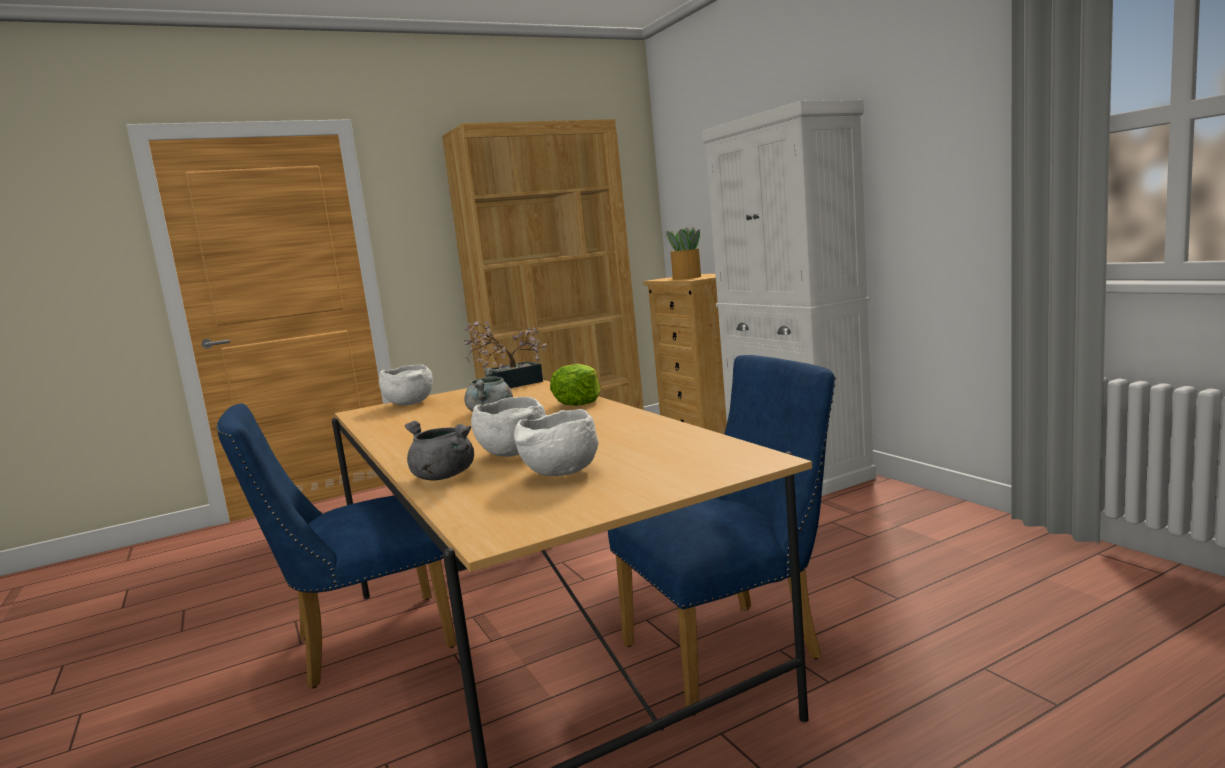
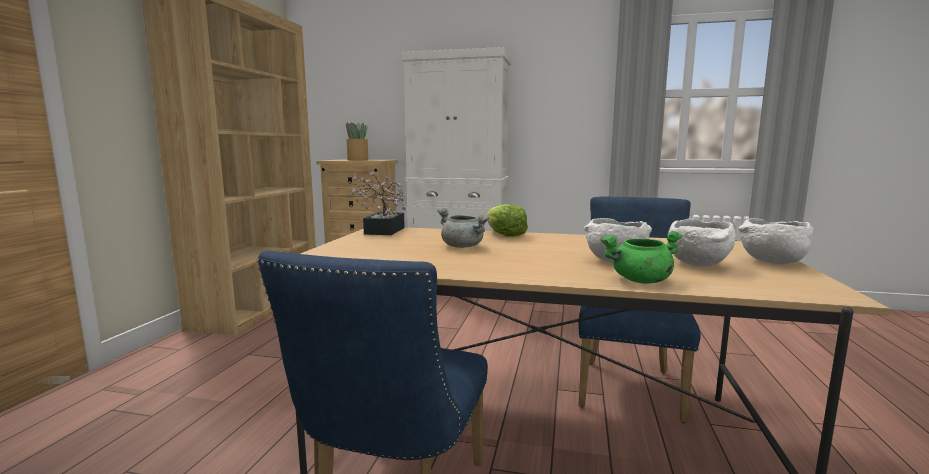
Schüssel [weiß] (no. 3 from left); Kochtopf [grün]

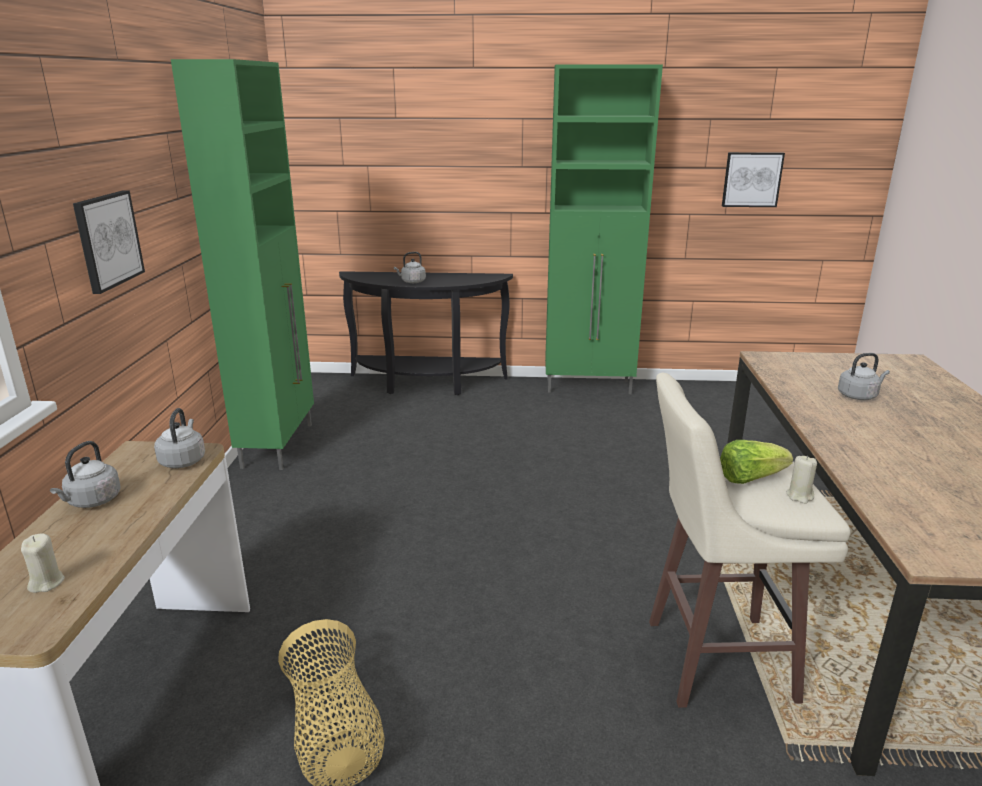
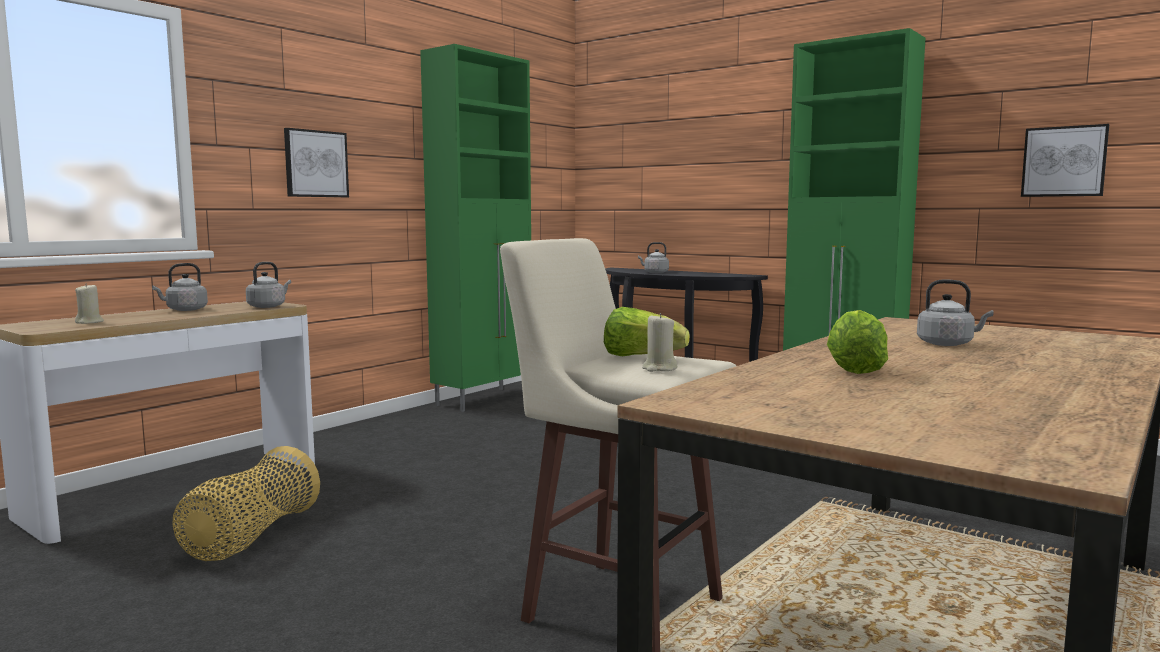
Salatkopf (no. 2 from left)

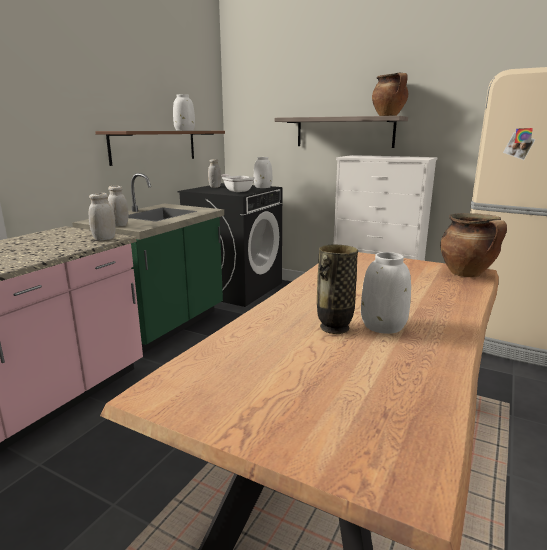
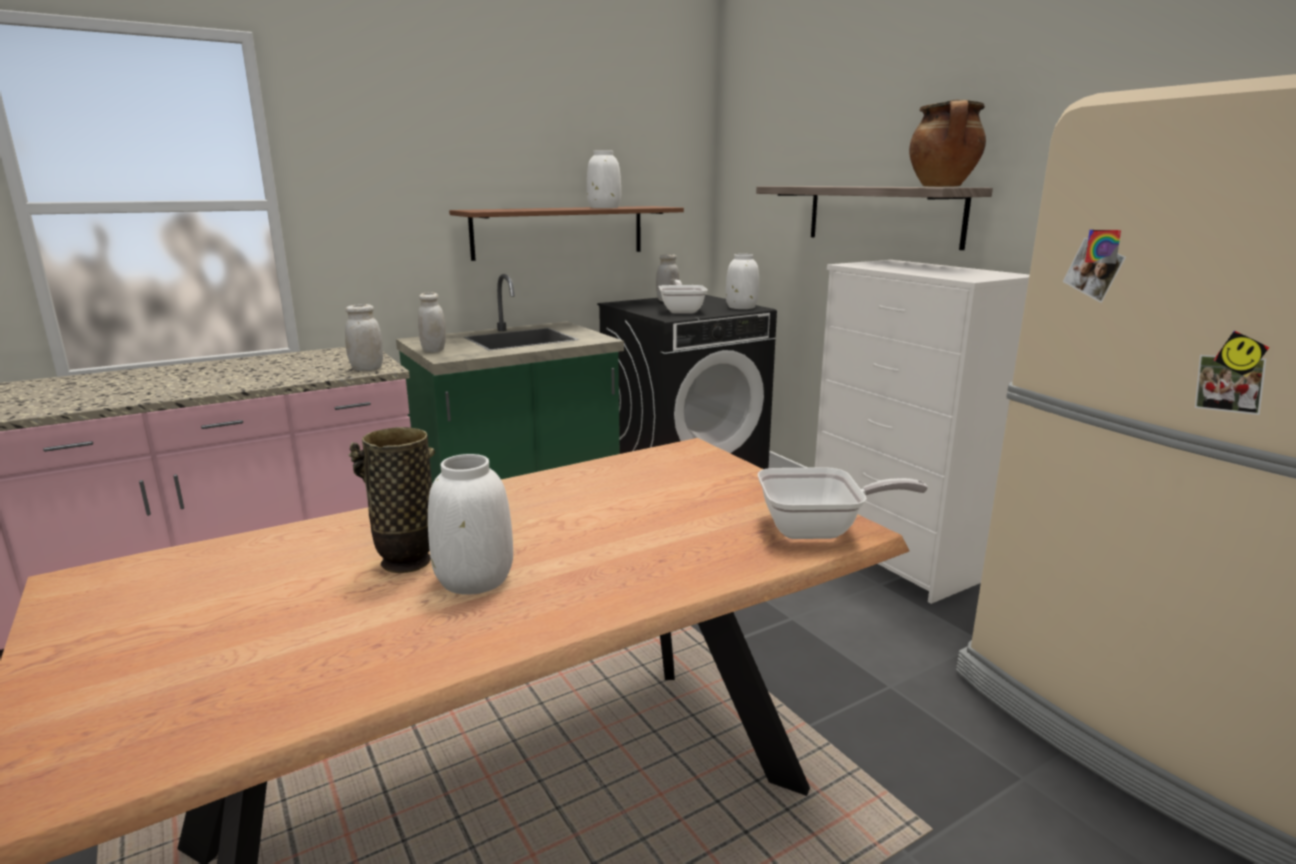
Pfanne (no. 2 from left)

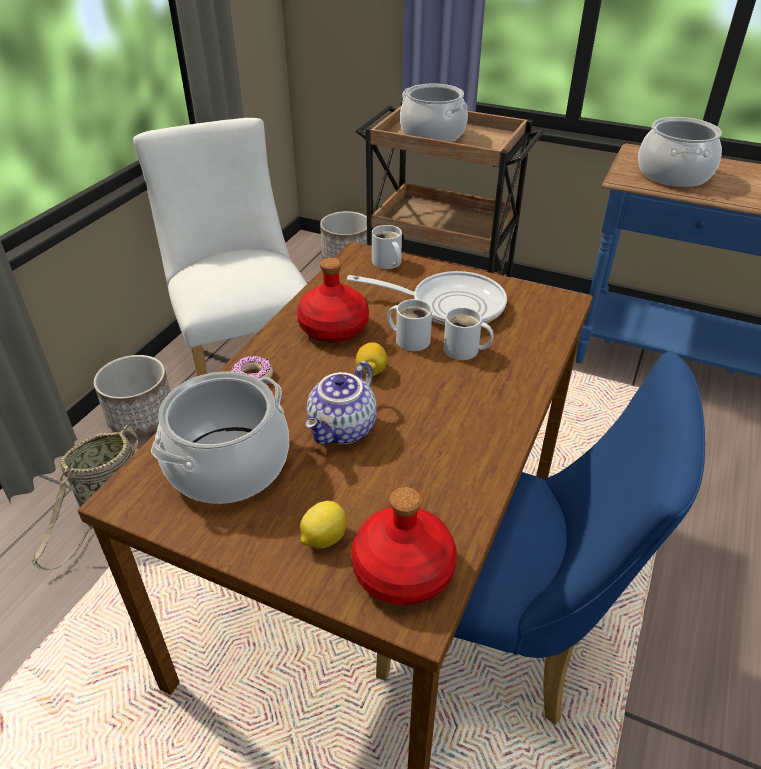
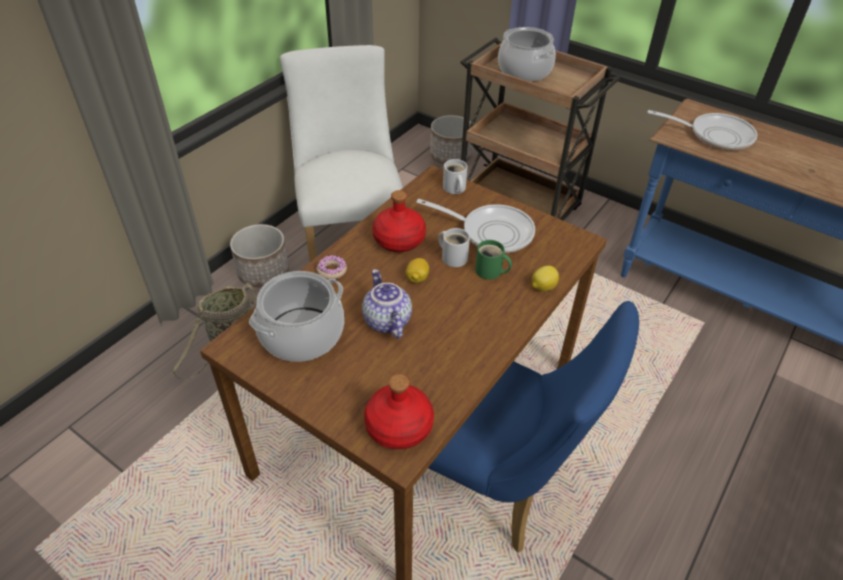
Zitrone (no. 2 from left); Pfanne (no. 2 from left); Henkelbecher [grün]; Teekanne

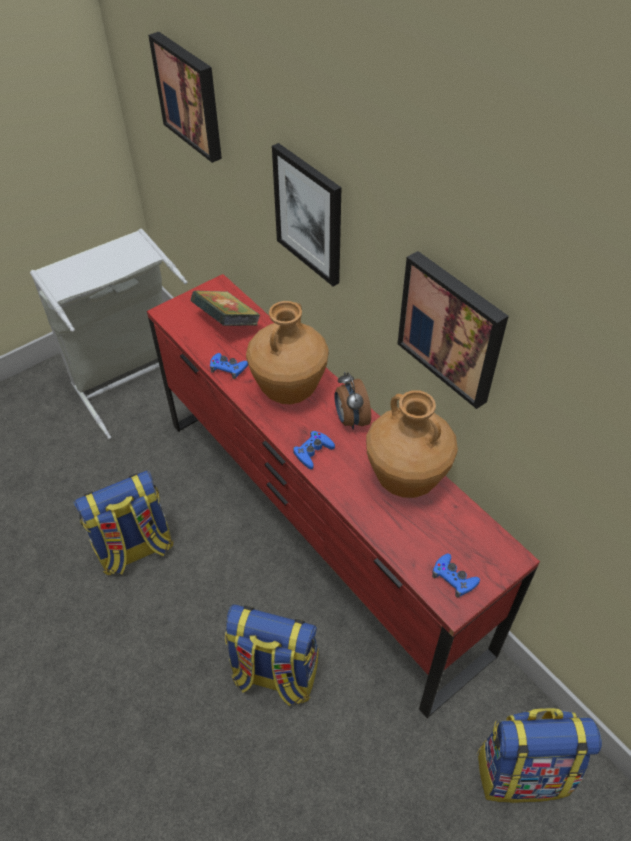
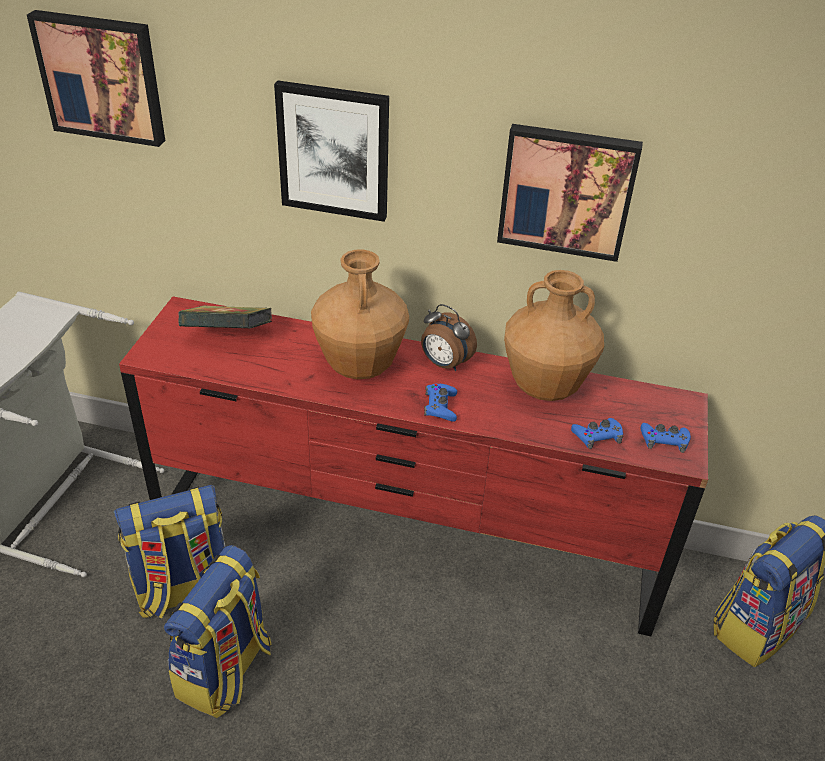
Gamepad [blau] (no. 2 from left); Rucksack (no. 1 from left)

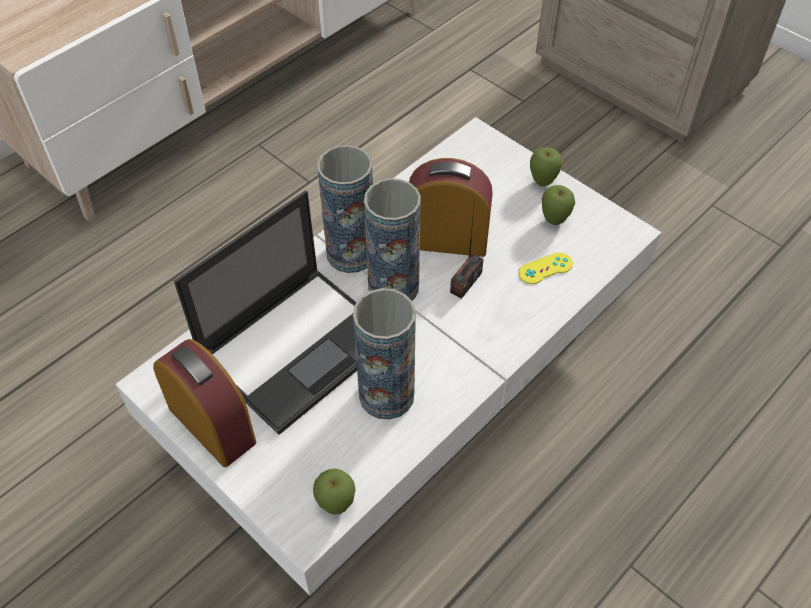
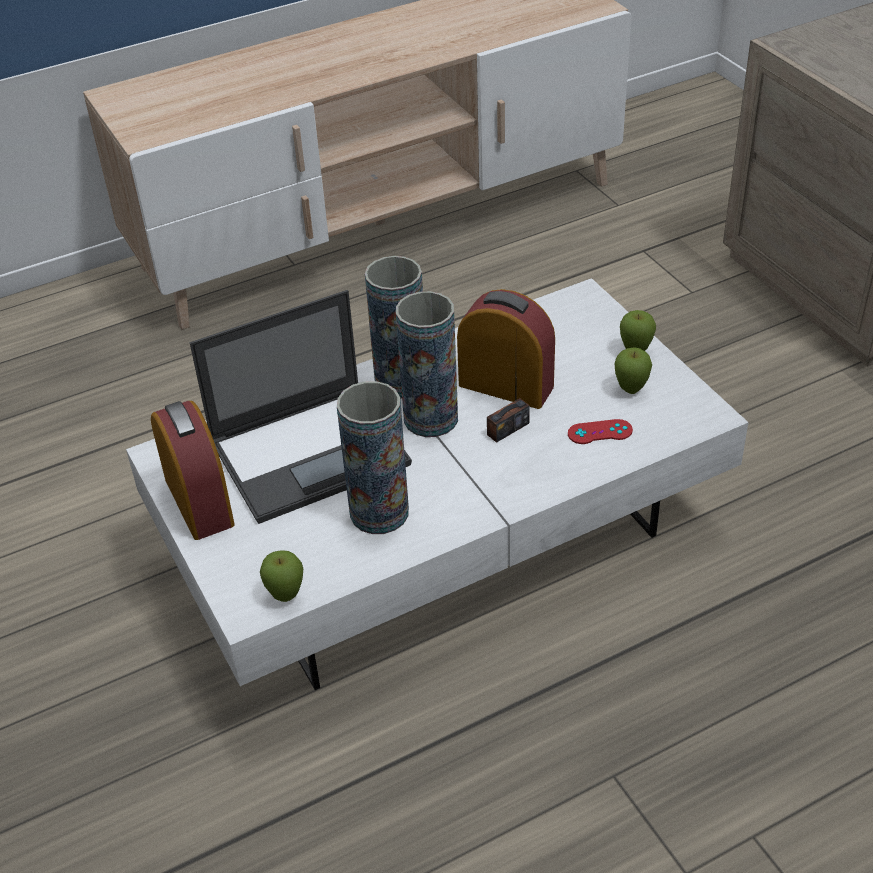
Gamepad [rot]

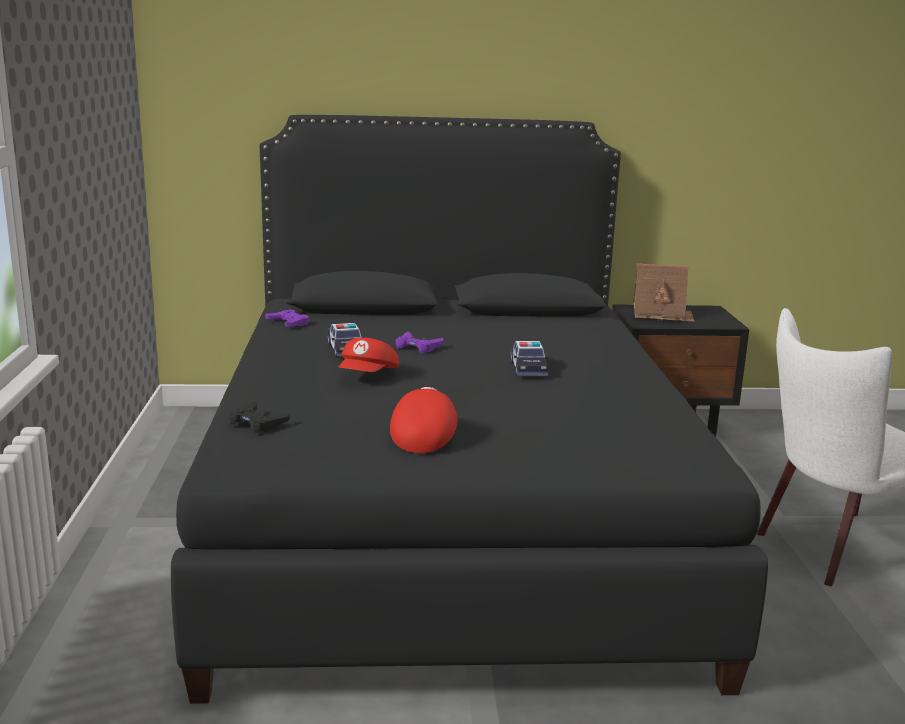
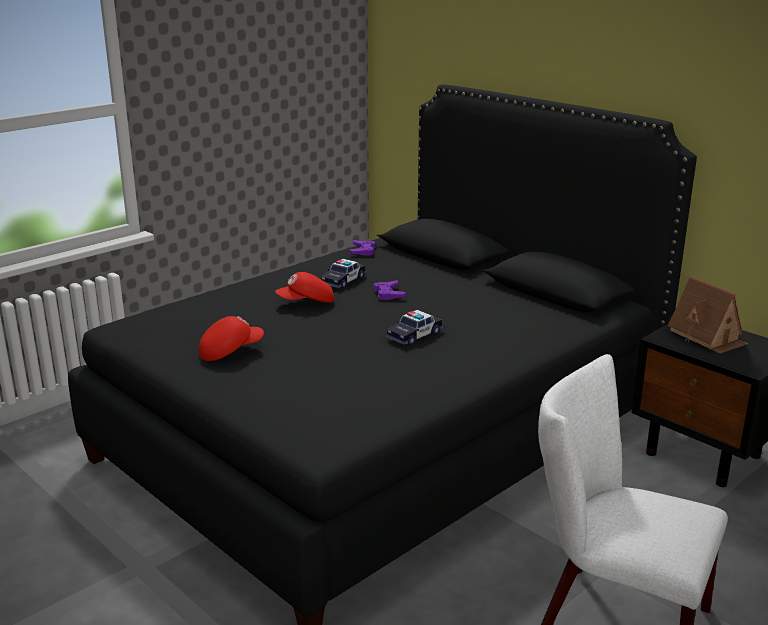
Gamepad [schwarz]

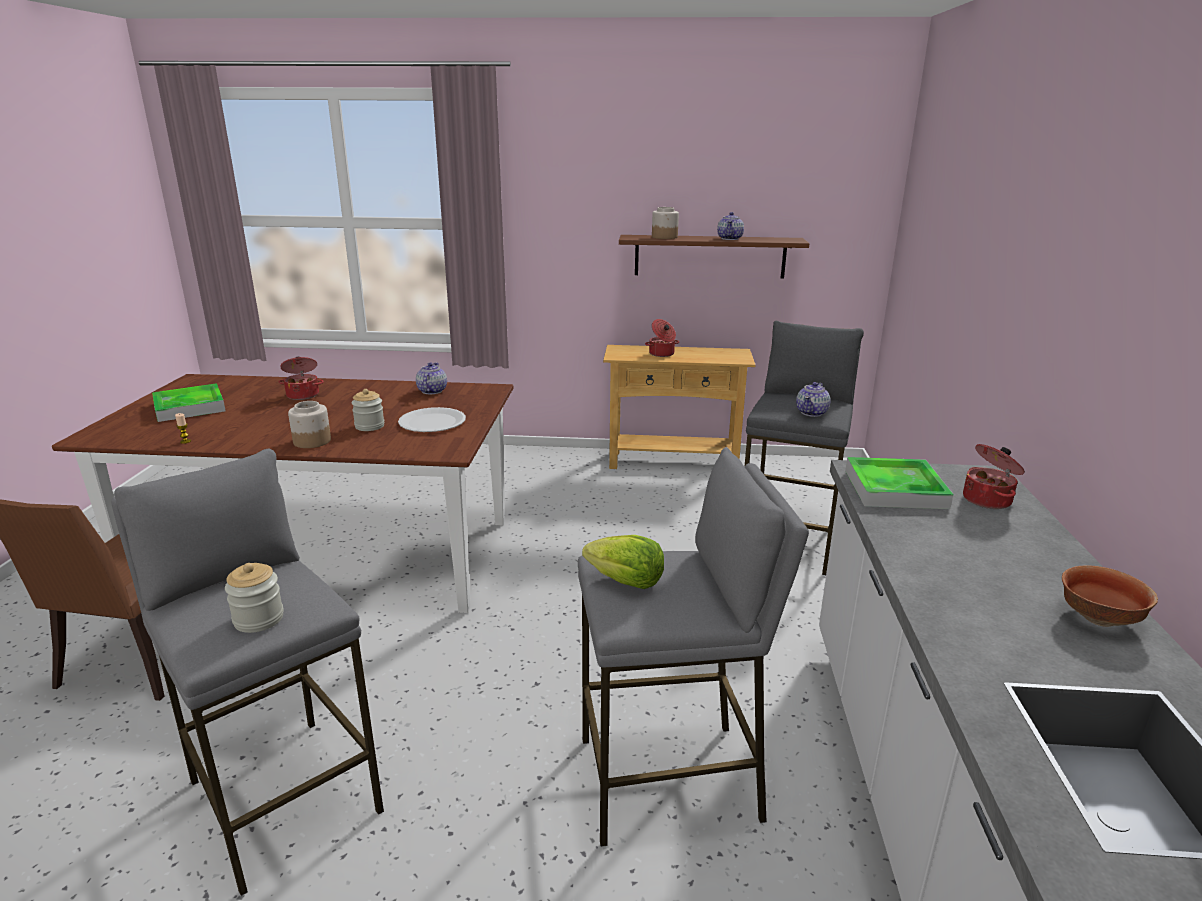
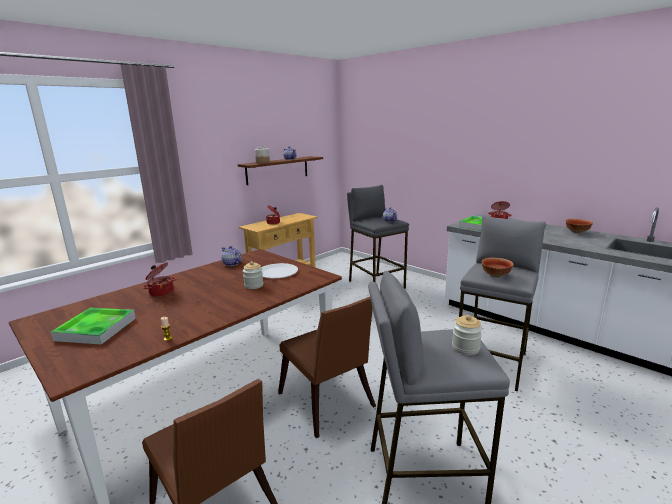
Vorratsglas (no. 2 from left in the first image); Stuhl [braun] (no. 2 from left); Schüssel (no. 1 from left)

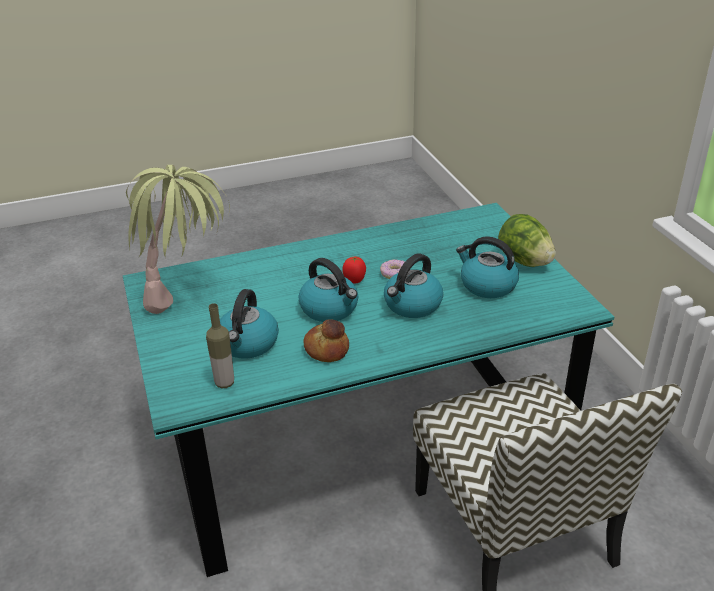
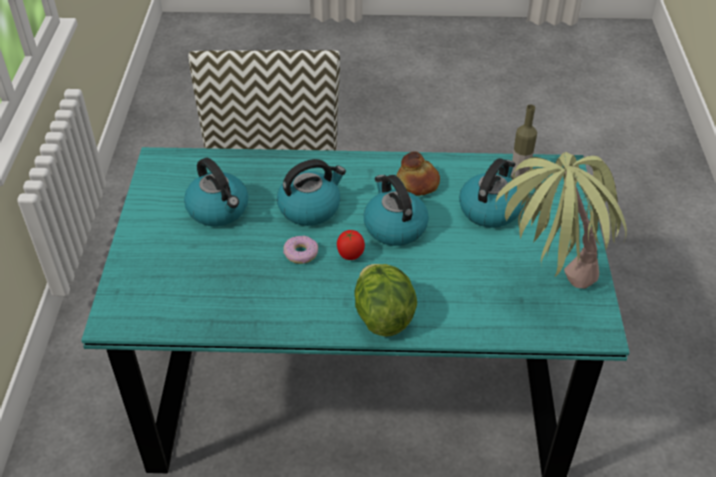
Salatkopf

